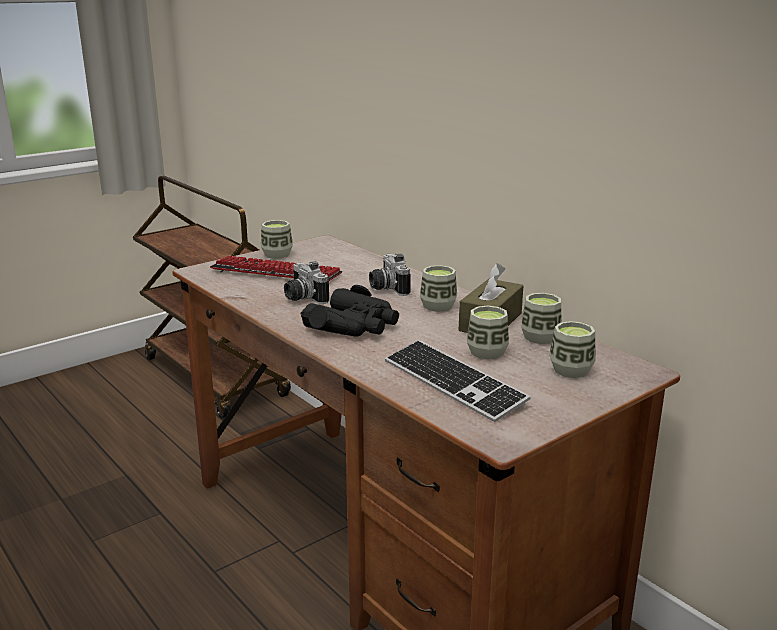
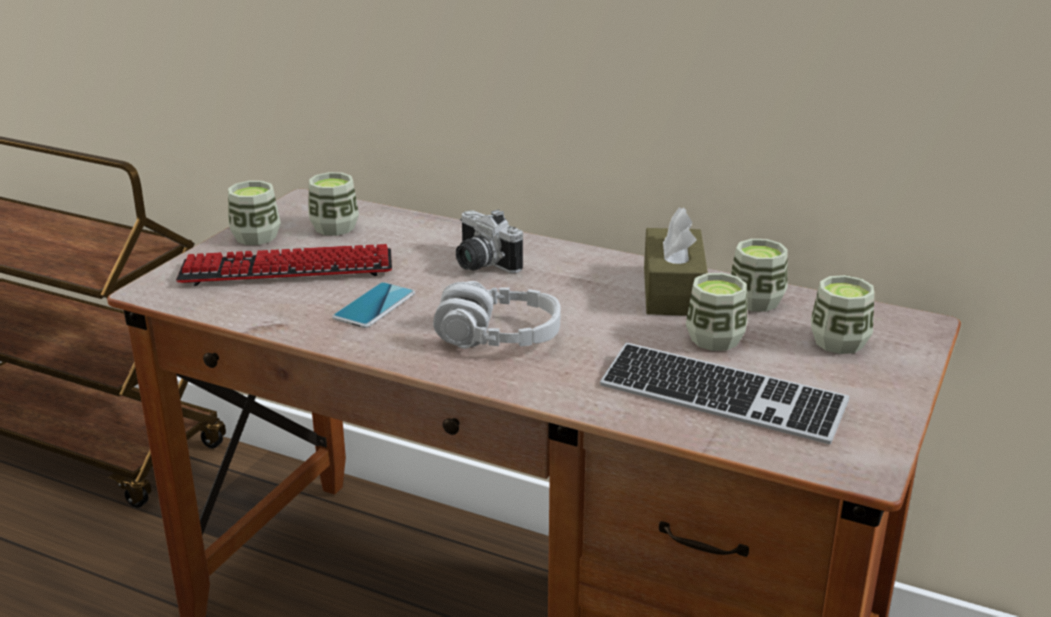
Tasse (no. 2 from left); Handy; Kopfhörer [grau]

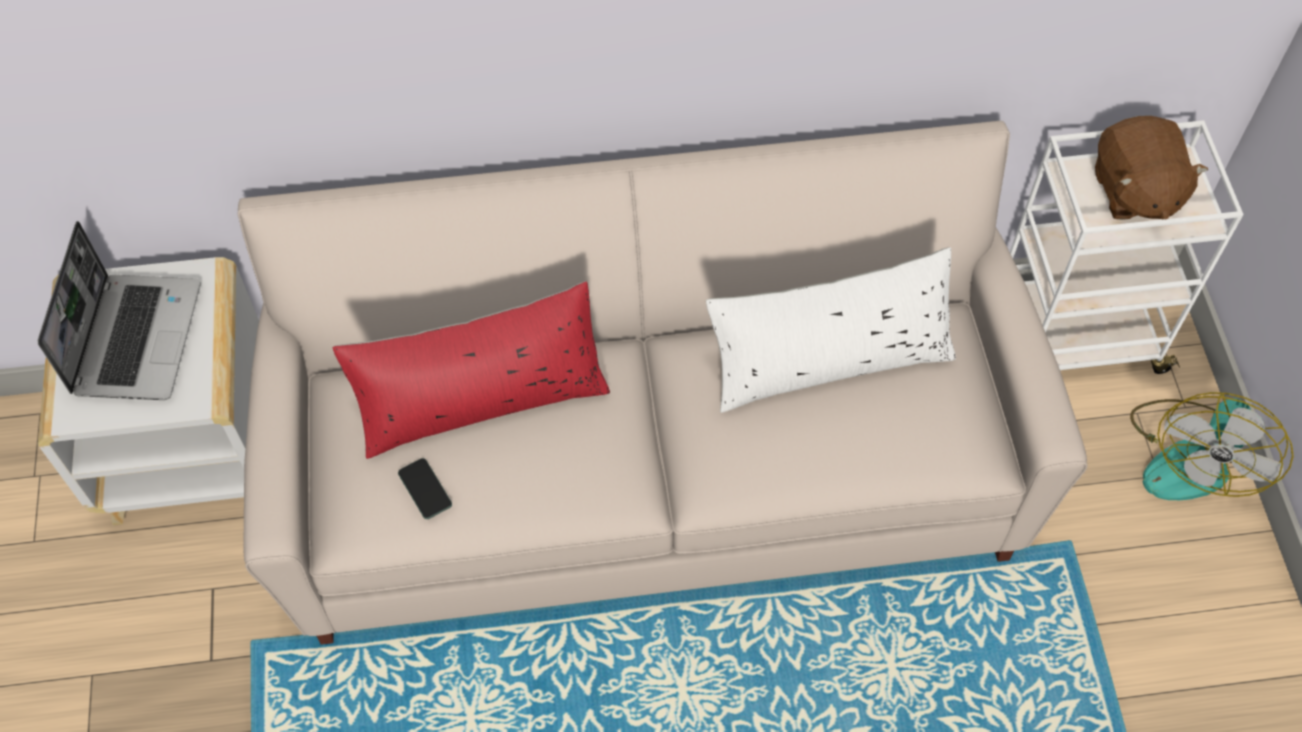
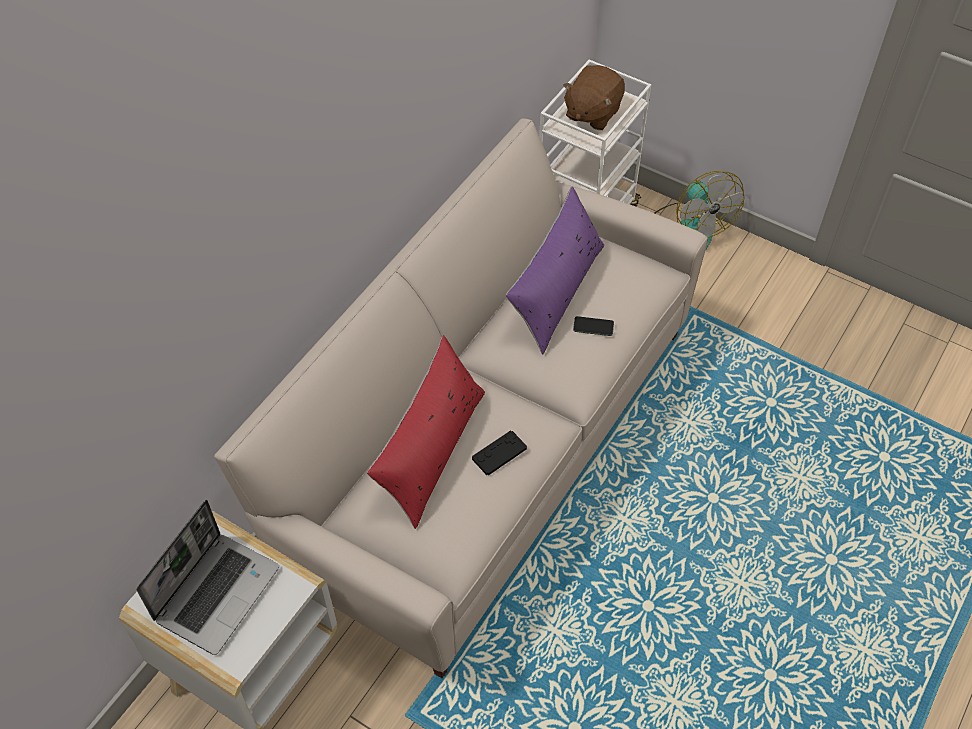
Gamepad [schwarz]; Handy; Kissen [lila]; Laptop; Plüschtier [braun]

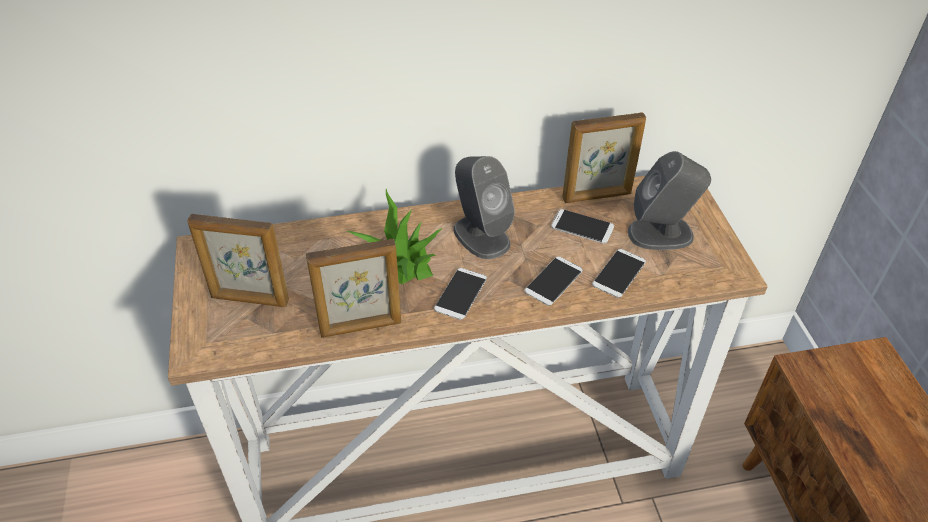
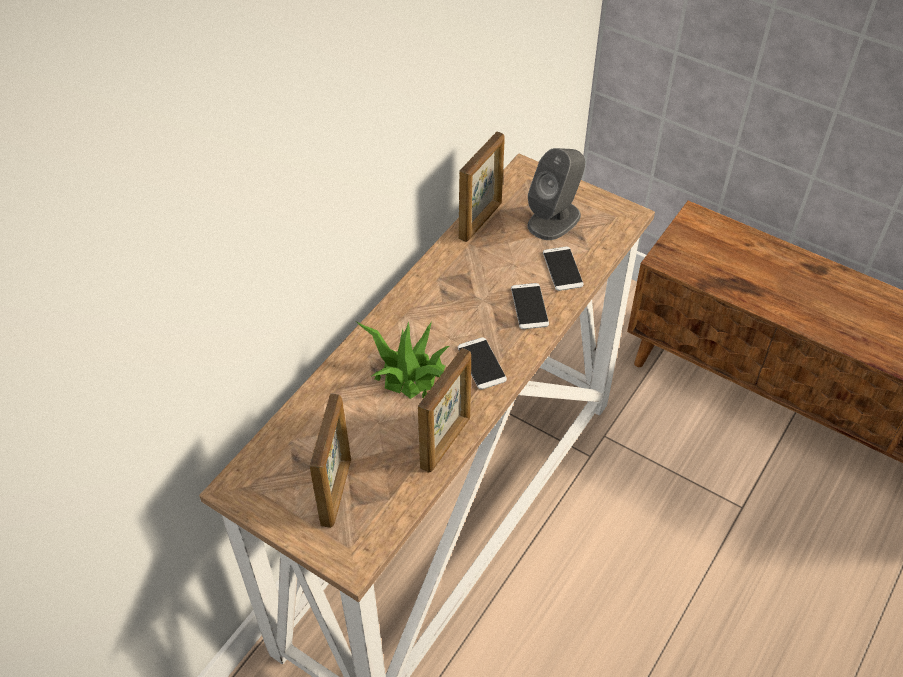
Lautsprecher [grau] (no. 1 from left in the first image); Handy (no. 3 from left in the first image); Bilderrahmen (no. 1 from left)

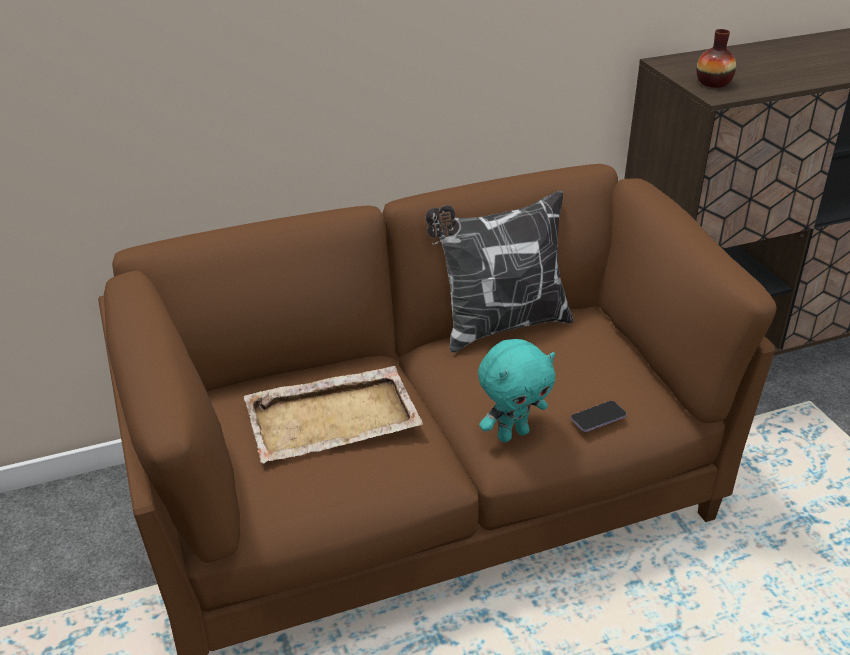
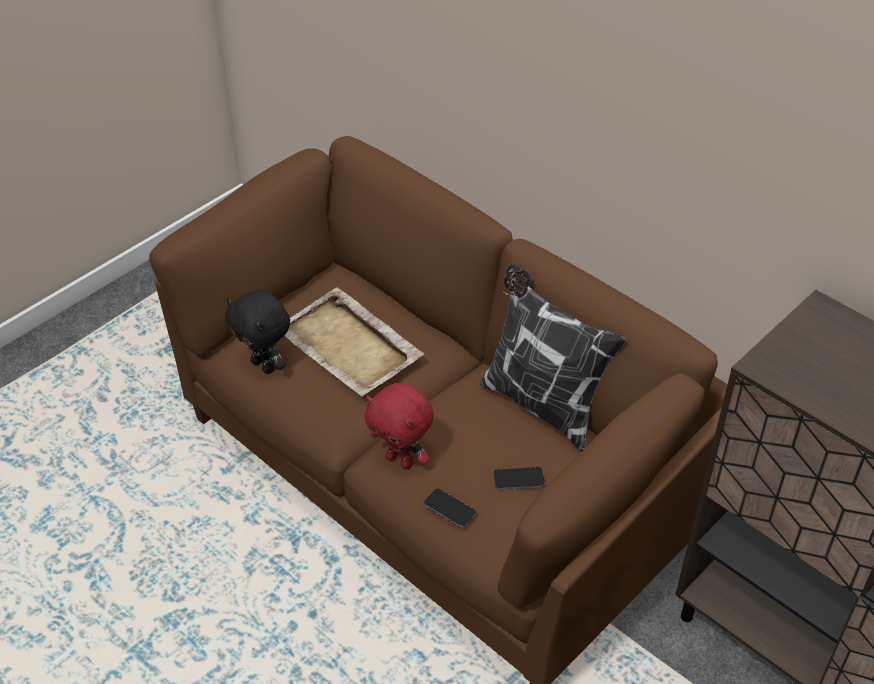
Vase; Plüschtier [schwarz]; Handy (no. 2 from left); Plüschtier [rot]

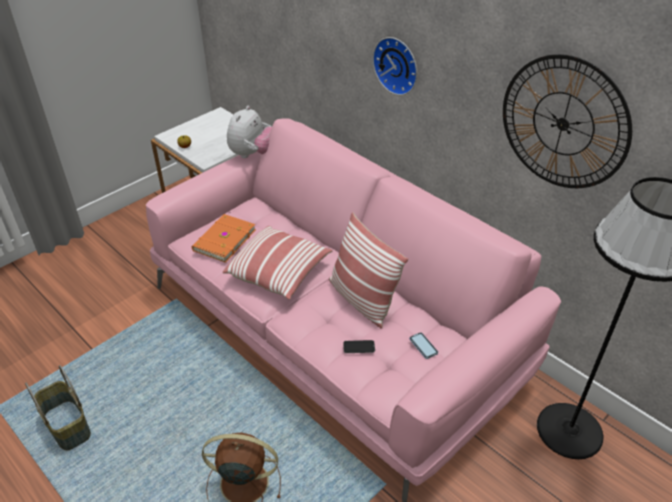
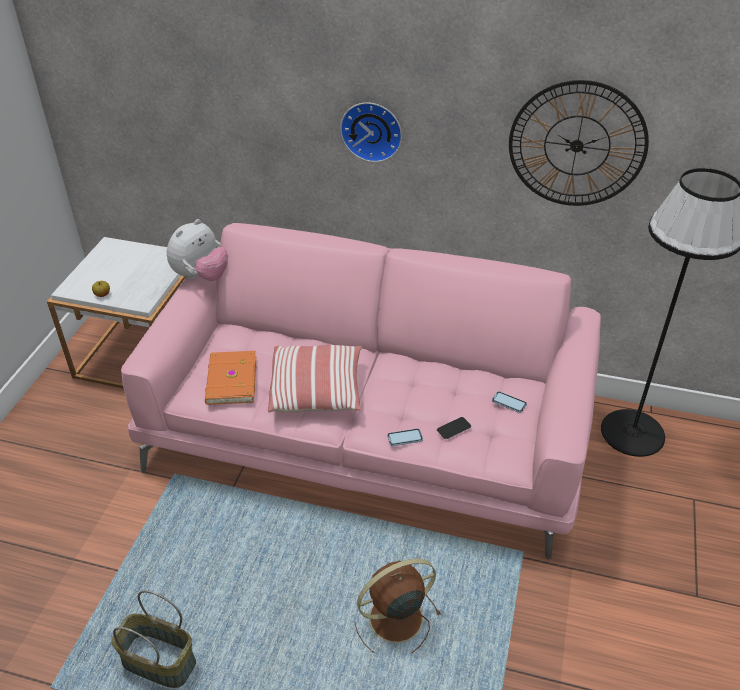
Kissen (no. 2 from left in the first image); Handy (no. 1 from left); Plüschtier

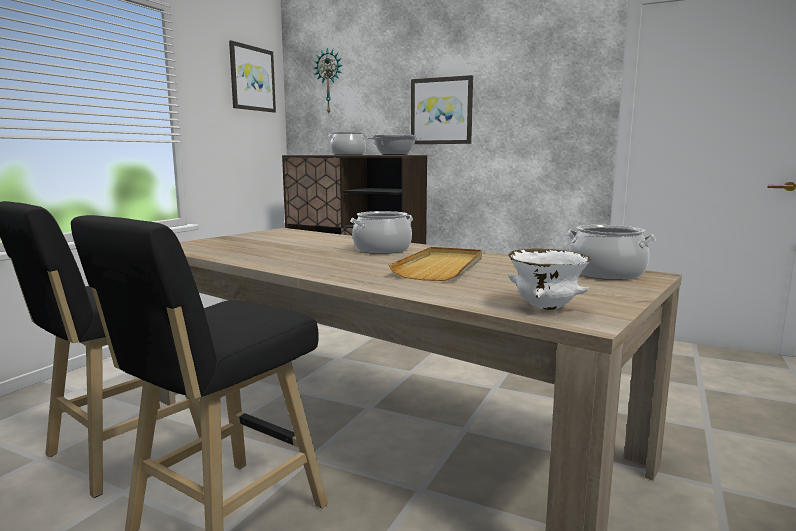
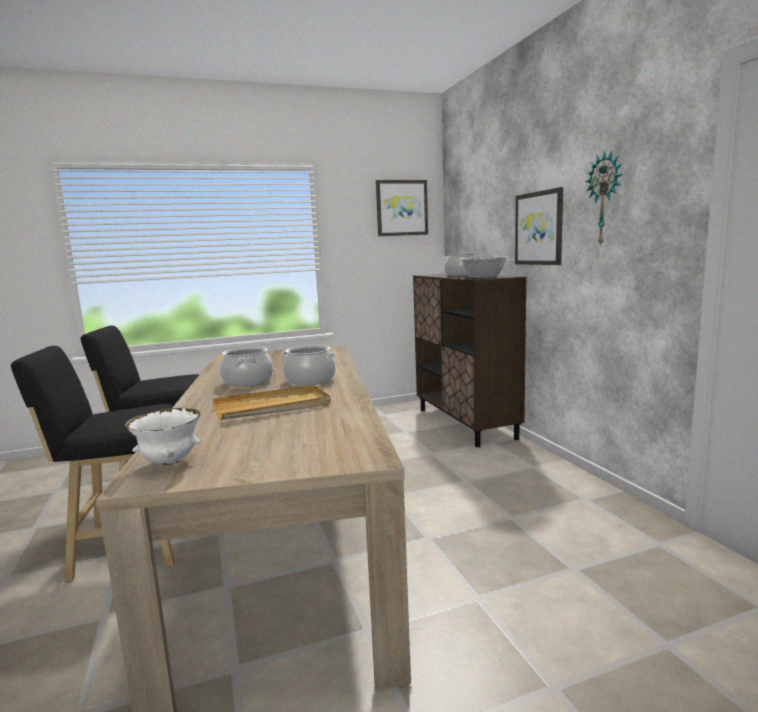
Wanduhr; Kochtopf (no. 1 from left)

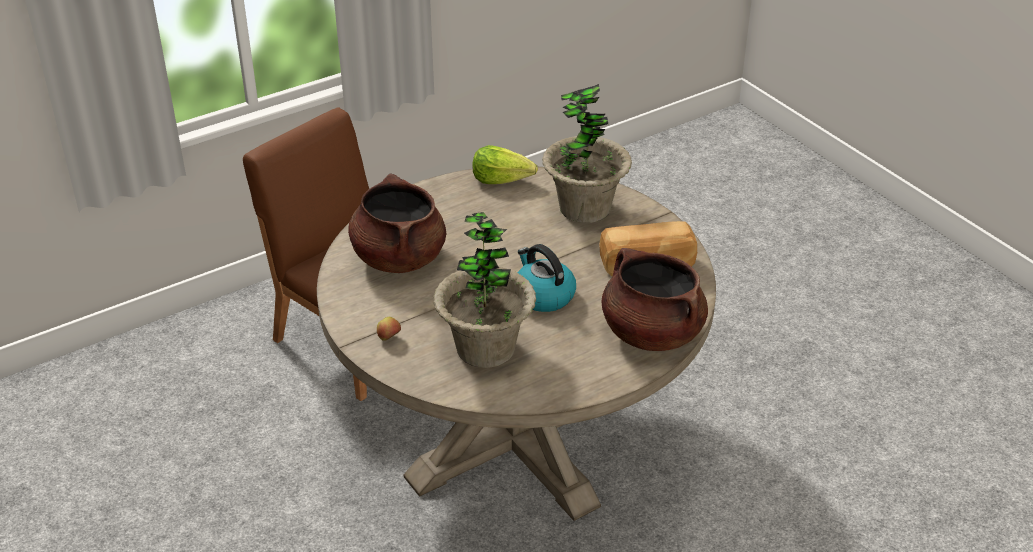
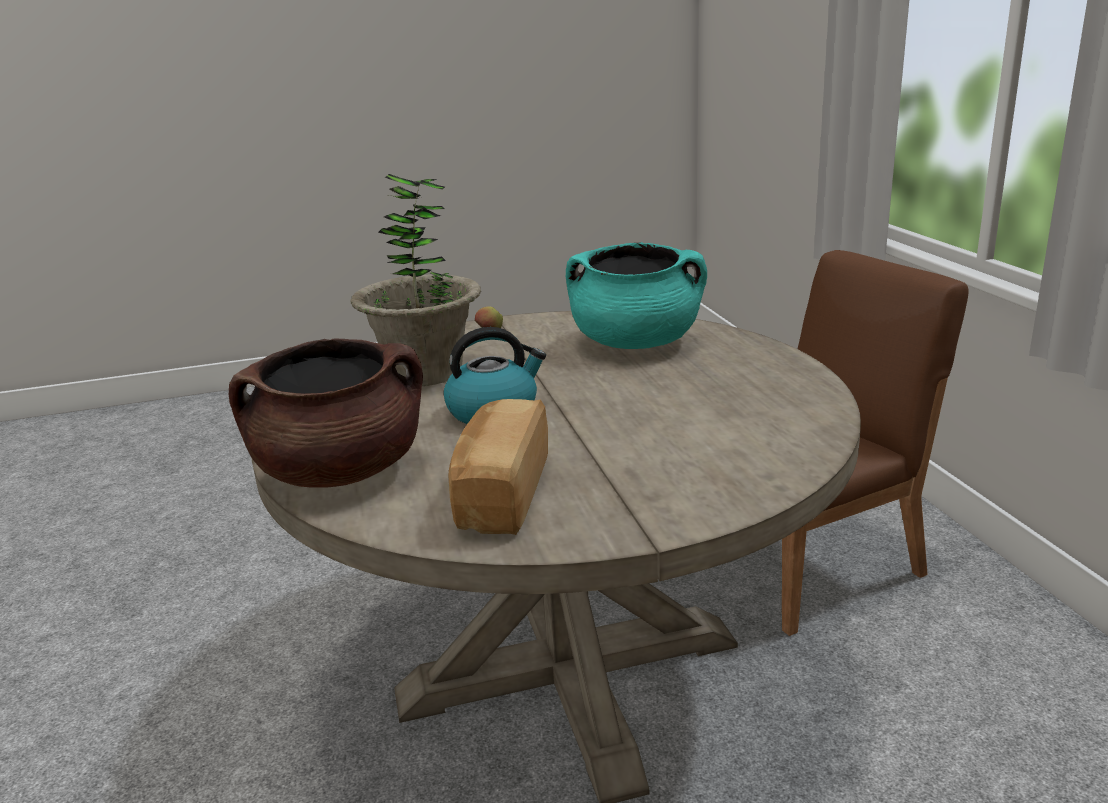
Salatkopf; Topfpflanze (no. 2 from left in the first image); Kochtopf [türkis]

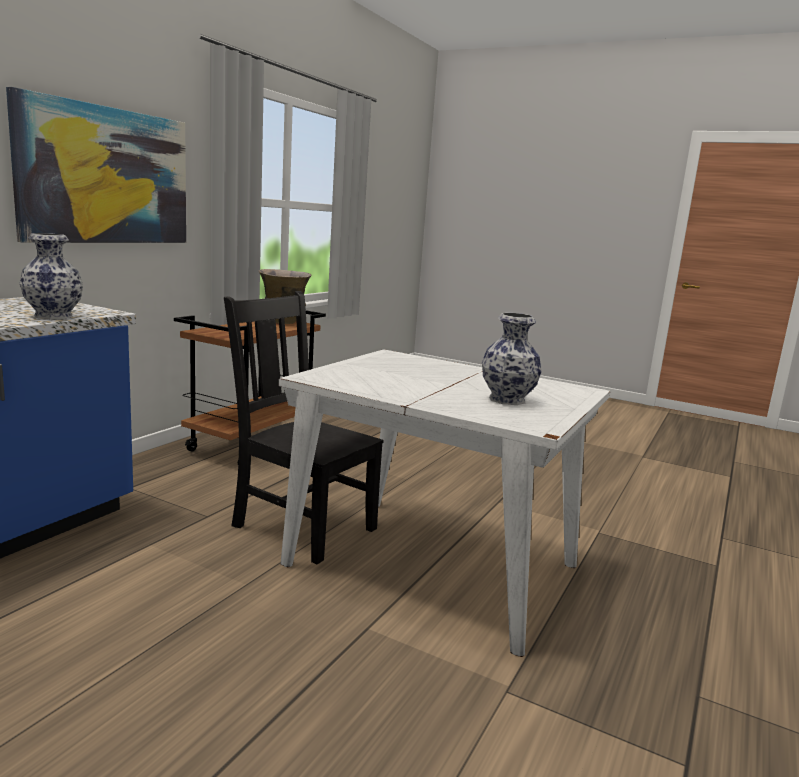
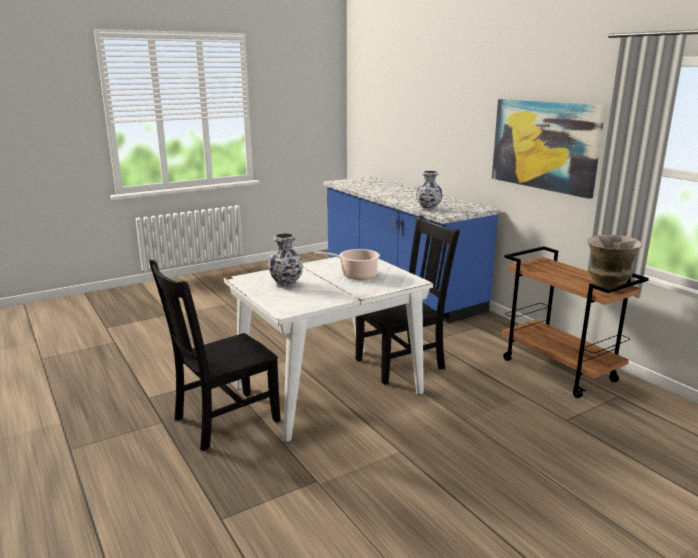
Stuhl [schwarz] (no. 1 from left); Kochtopf

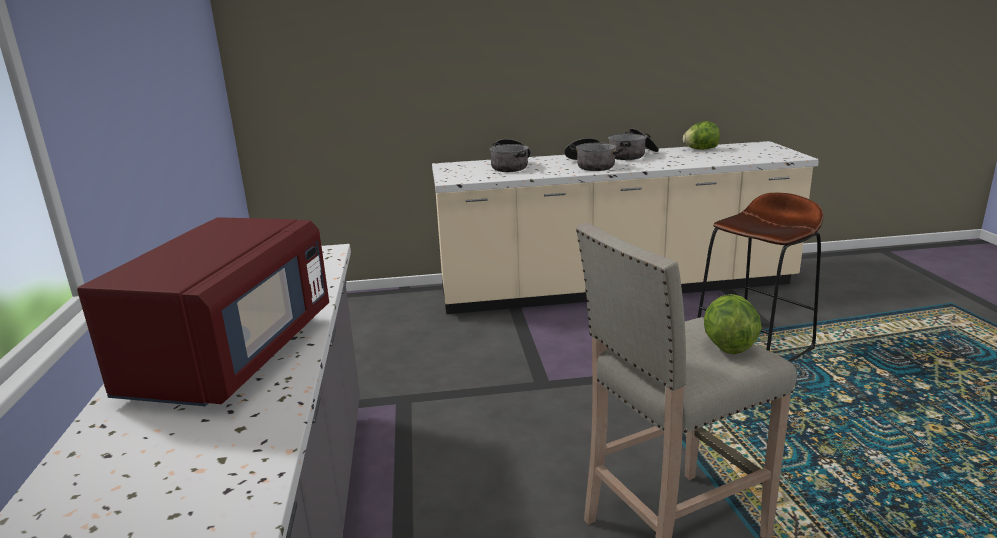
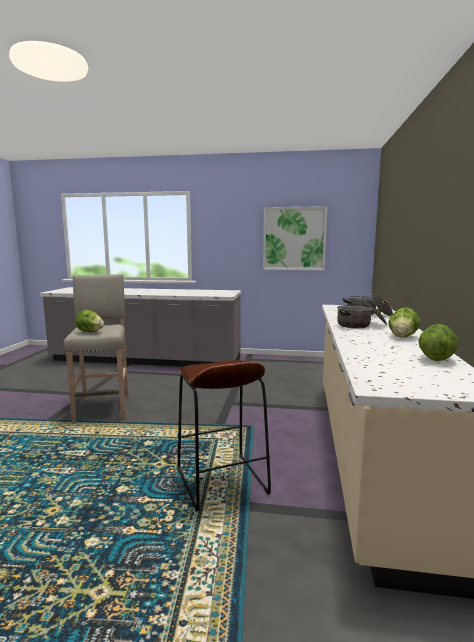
Mikrowelle [rot]; Bild; Salatkopf (no. 2 from left)

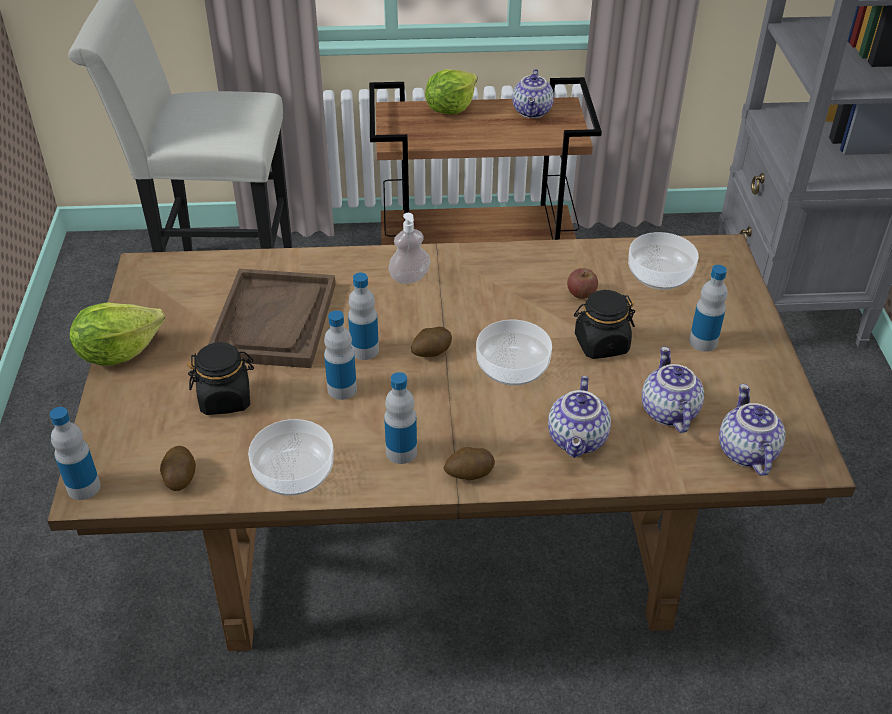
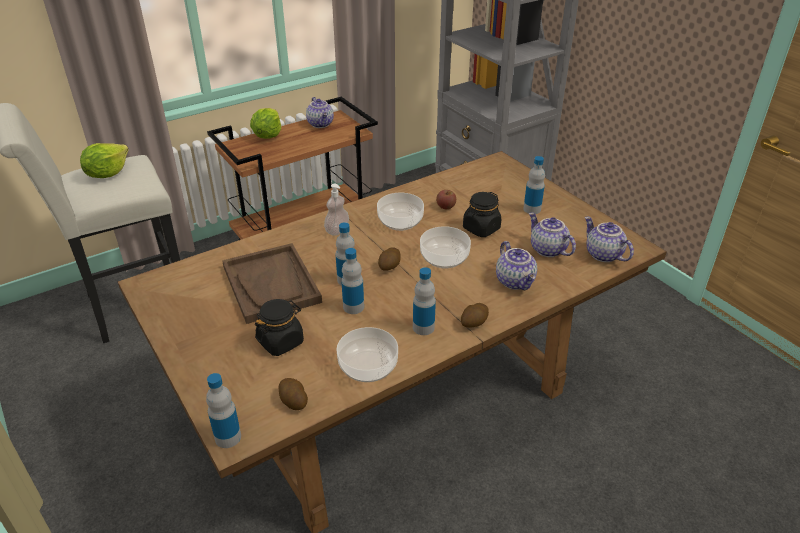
Salatkopf (no. 1 from left); Schüssel (no. 2 from left)

